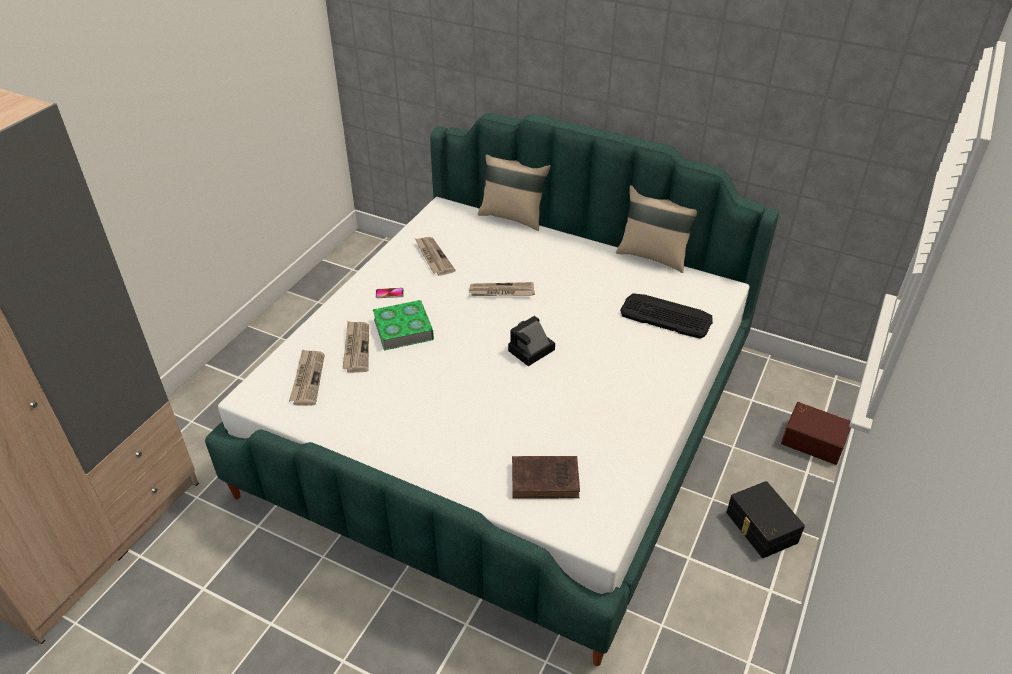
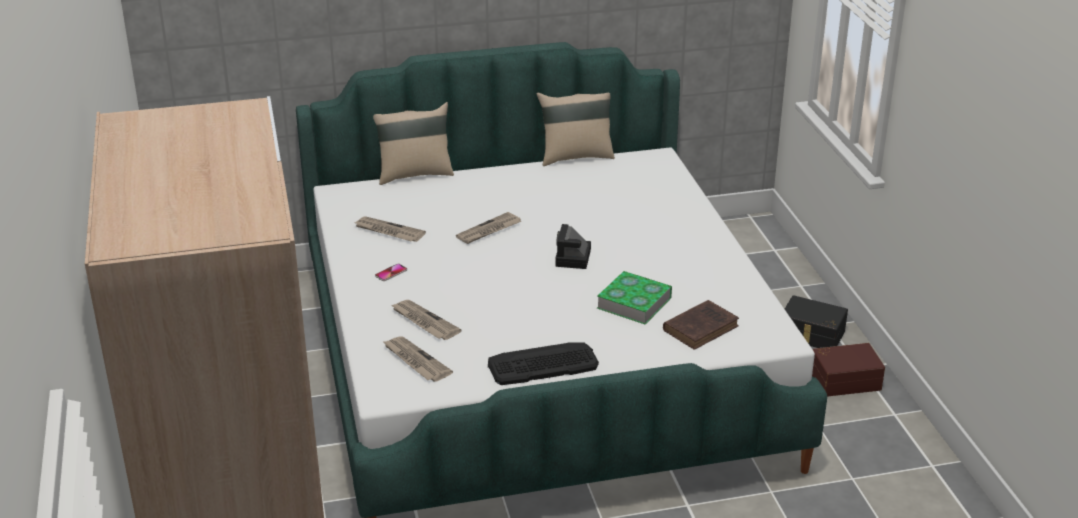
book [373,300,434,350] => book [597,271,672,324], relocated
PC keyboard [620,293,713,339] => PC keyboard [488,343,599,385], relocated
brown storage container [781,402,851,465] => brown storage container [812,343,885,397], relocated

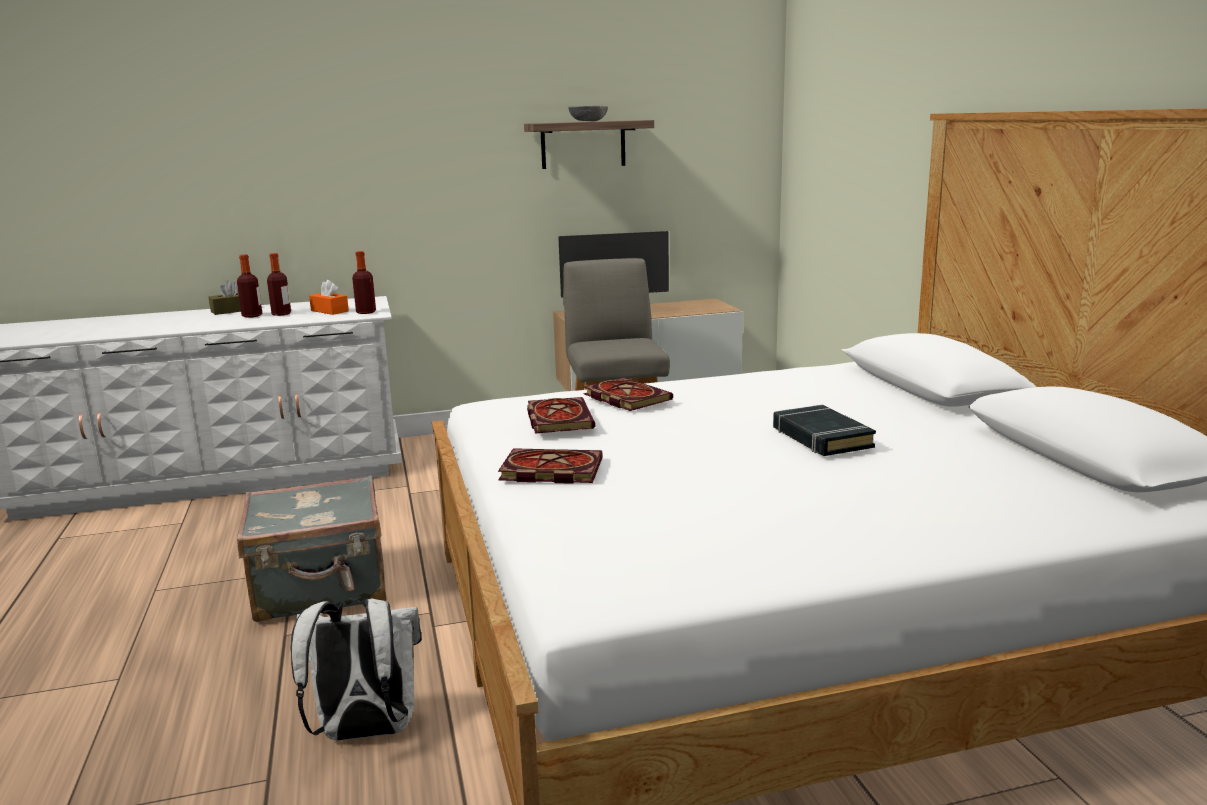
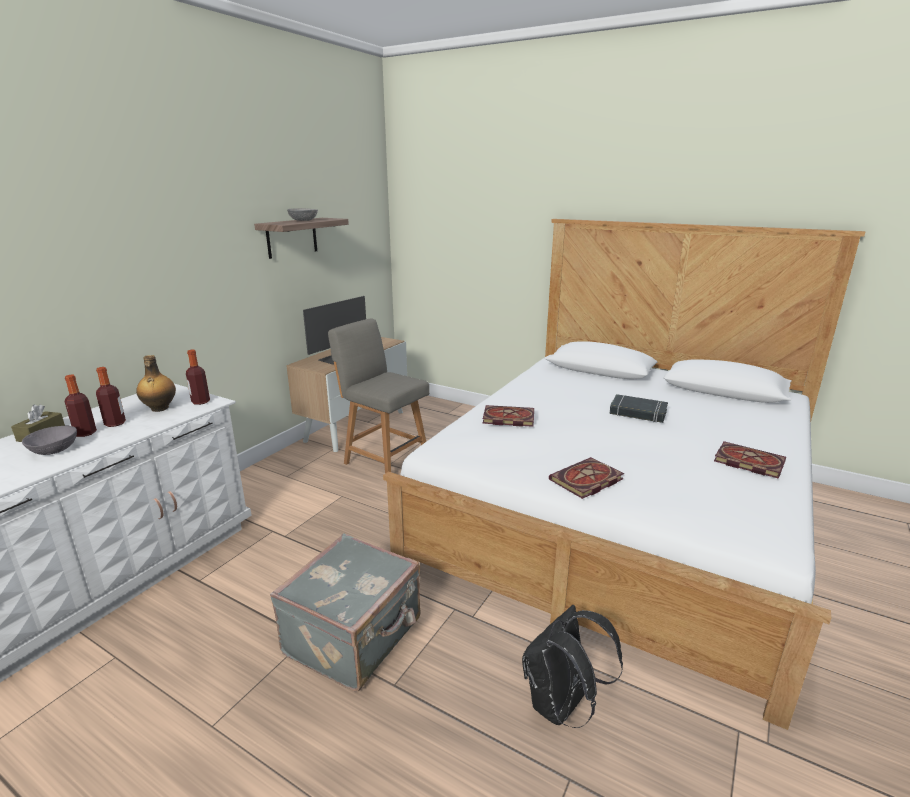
nothing => gray serving bowl [22,426,77,455]
book [527,397,596,434] => book [714,441,786,479], relocated
orange tissue holder [309,280,349,315] => bottle [136,355,176,412]
white rucksack [291,599,421,741] => black-coloured rucksack [522,605,623,728]

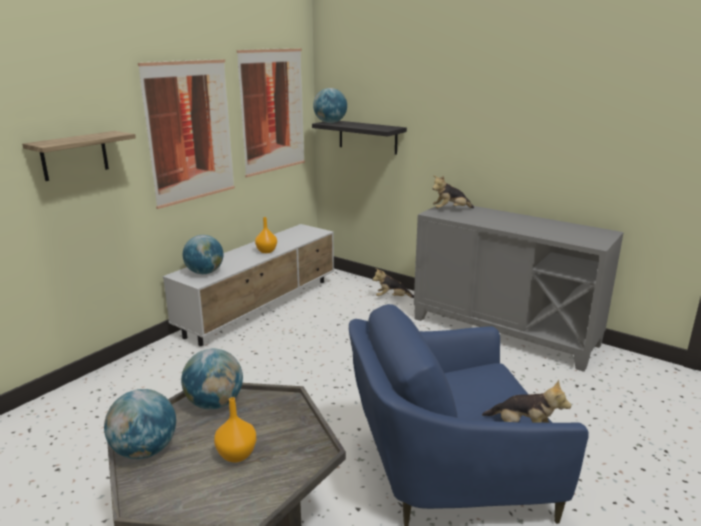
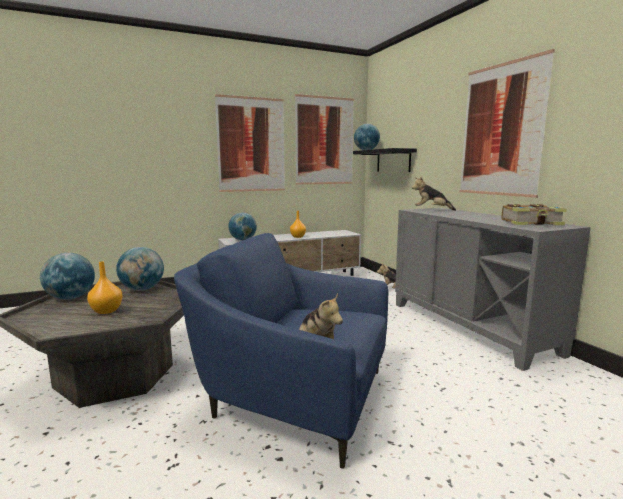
bracket shelf [22,131,136,181] => nothing
nothing => picture [459,49,555,198]
nothing => book [502,204,567,225]

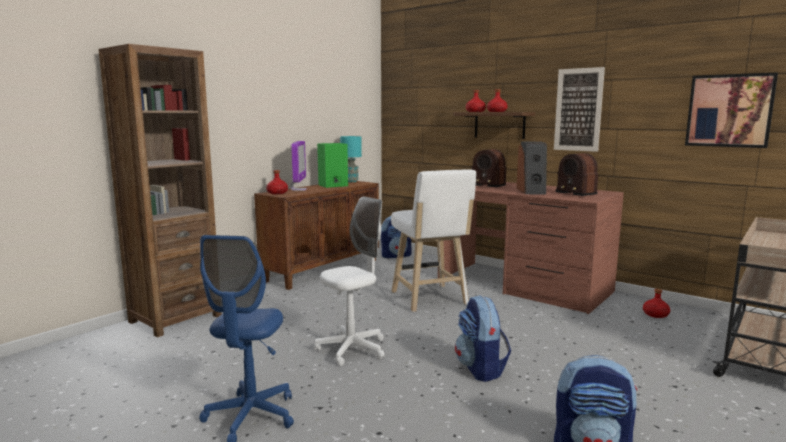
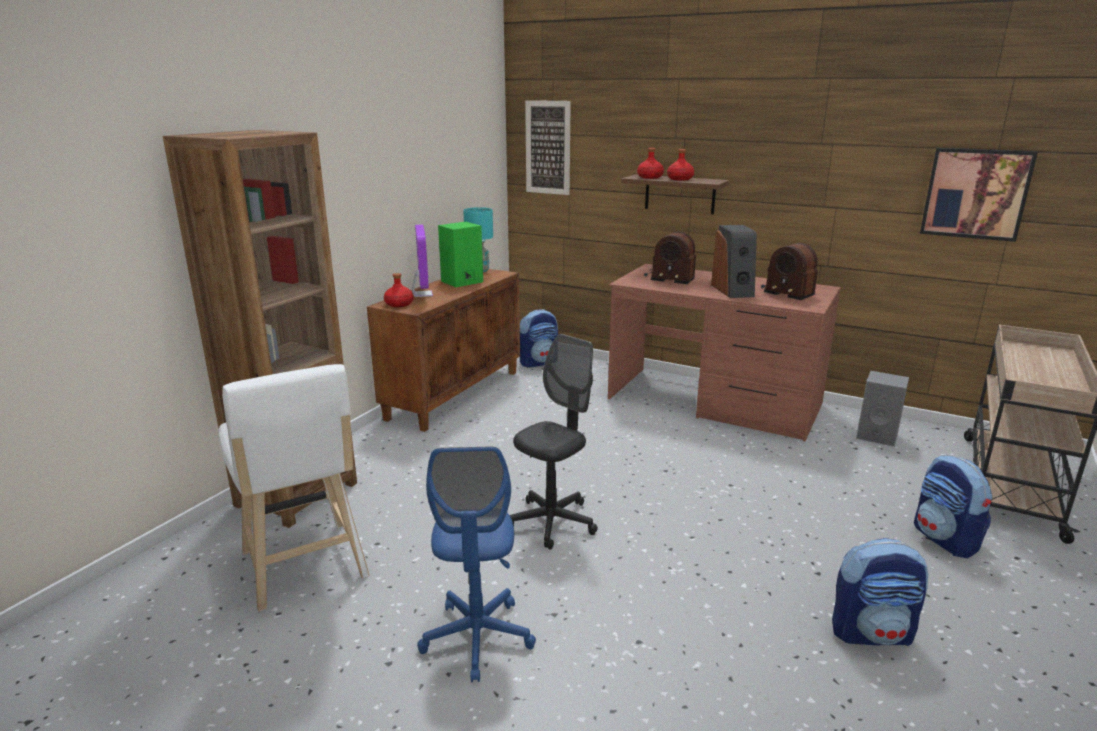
white stool [391,169,476,312] => white stool [219,364,370,612], relocated
rucksack [455,295,511,382] => rucksack [914,455,992,558], relocated
picture [554,67,605,152] => picture [525,100,571,195], relocated
red bottle [643,289,670,318] => gray loudspeaker [856,371,909,447]
white office chair [314,196,385,366] => black-coloured office chair [510,334,598,550]

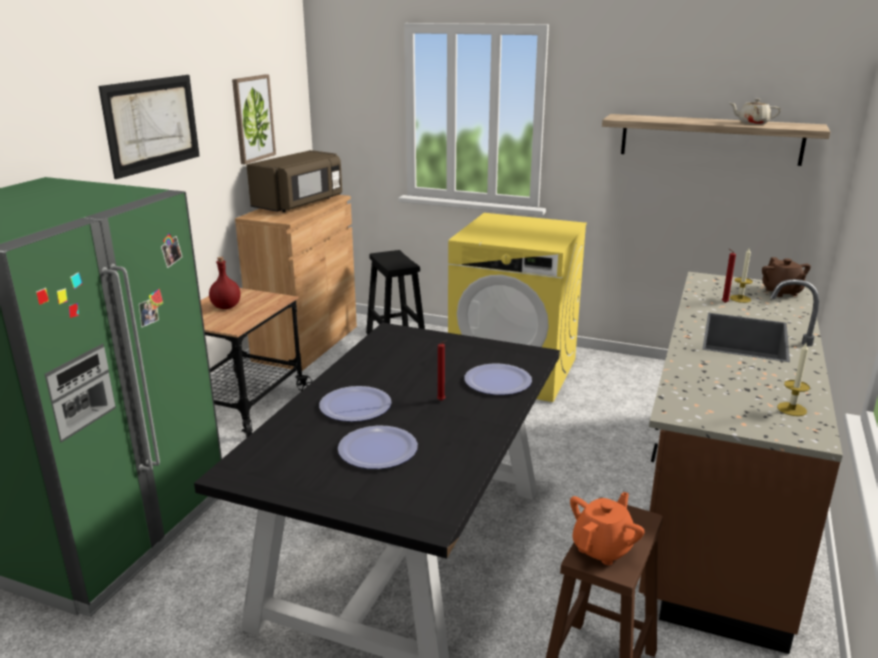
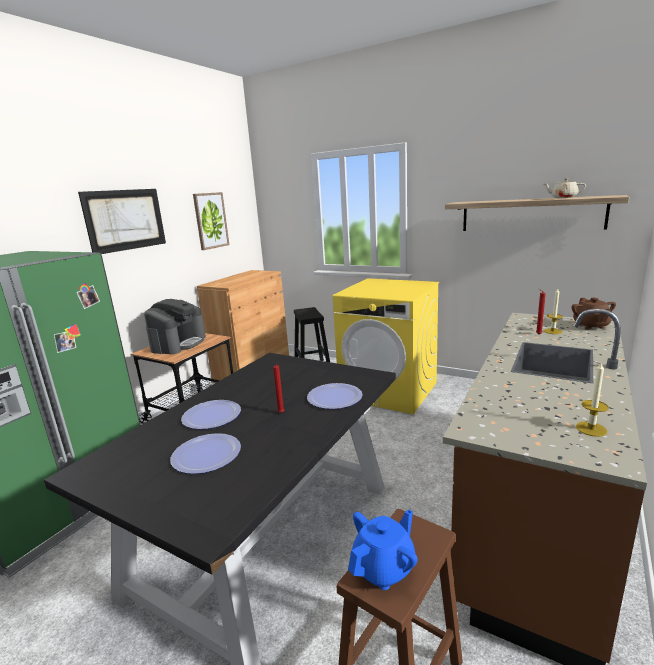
brown microwave [247,150,342,212] => nothing
red bottle [209,257,241,309] => coffee brewer [144,299,206,354]
orange pot for tea [570,492,645,565] => blue-coloured pot for tea [348,509,418,590]

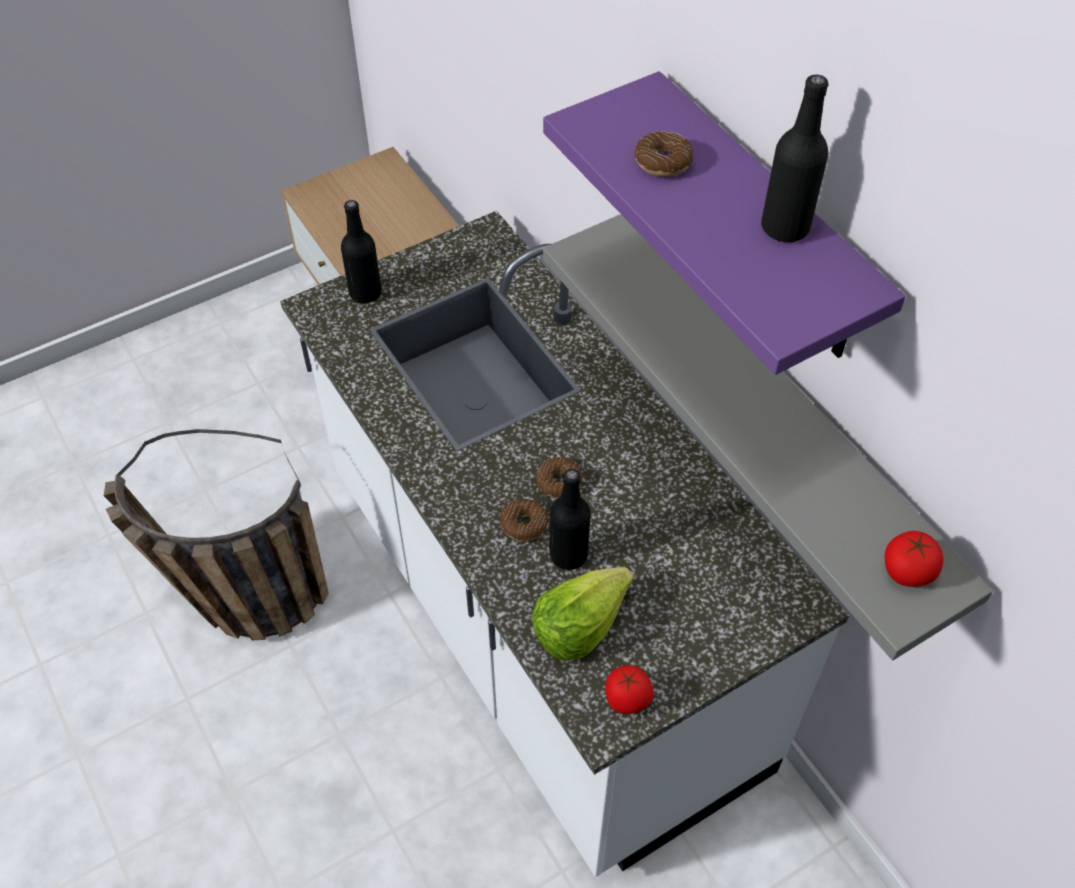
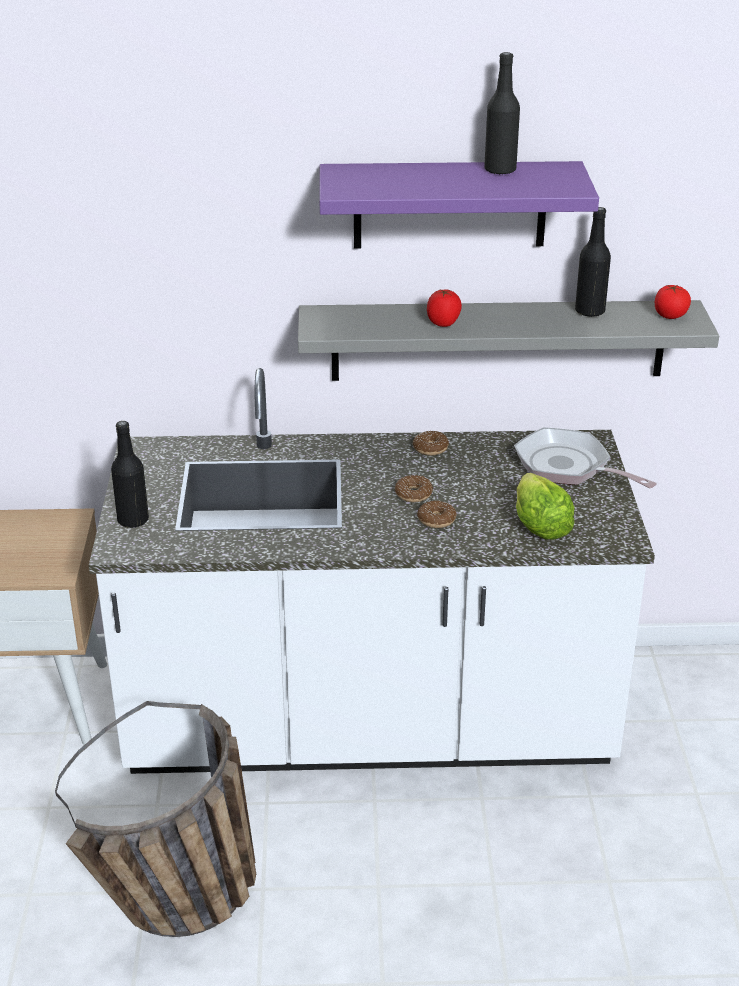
nothing => frying pan [514,427,657,488]
black-coloured bottle [549,469,590,570] => black-coloured bottle [575,207,611,317], relocated
whole tomato [605,665,654,714] => whole tomato [427,290,462,327], relocated
doughnut [635,131,693,177] => doughnut [412,431,449,455], relocated

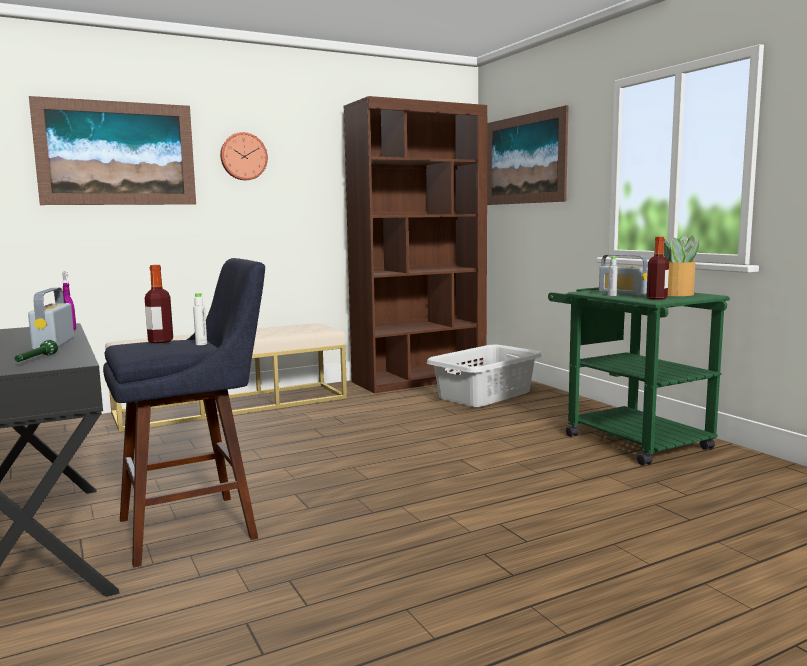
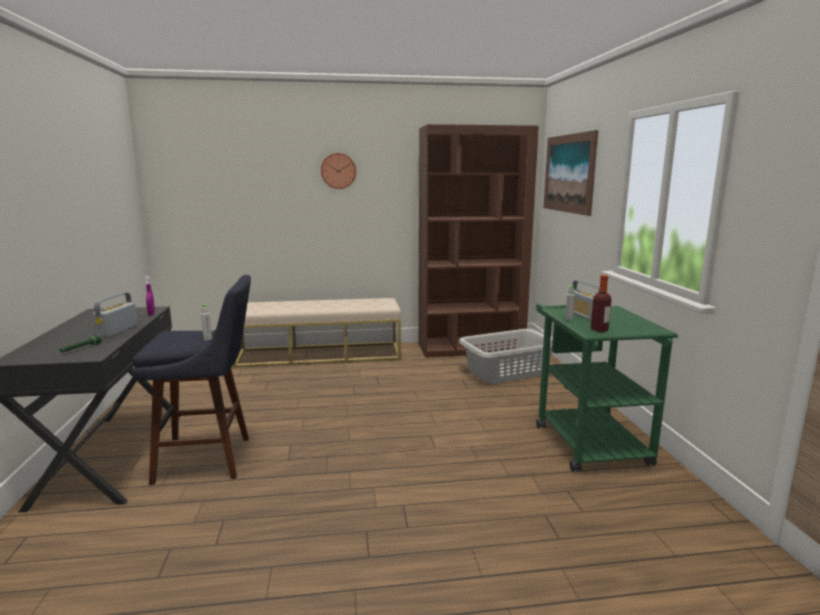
picture [29,96,196,205] => nothing
bottle [145,265,173,343] => nothing
potted plant [663,235,699,296] => nothing

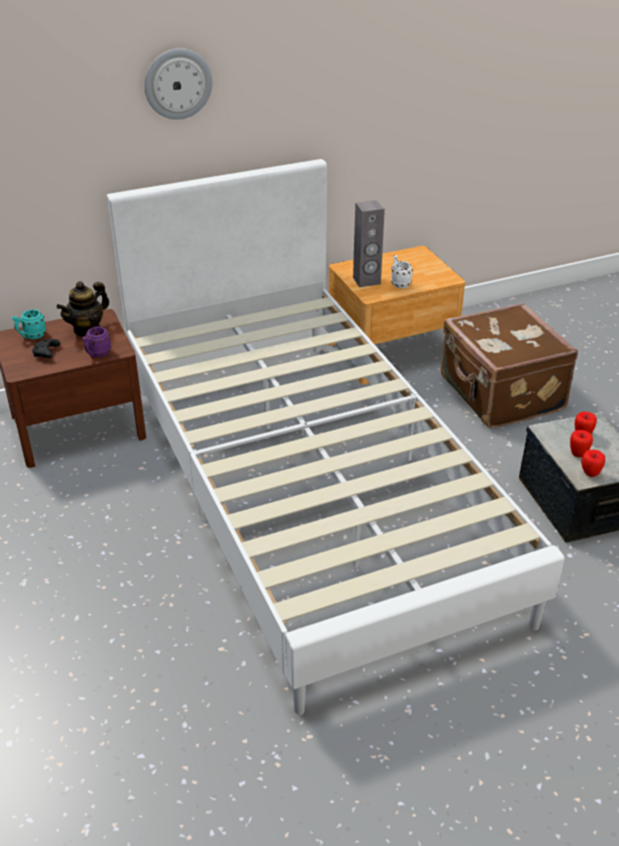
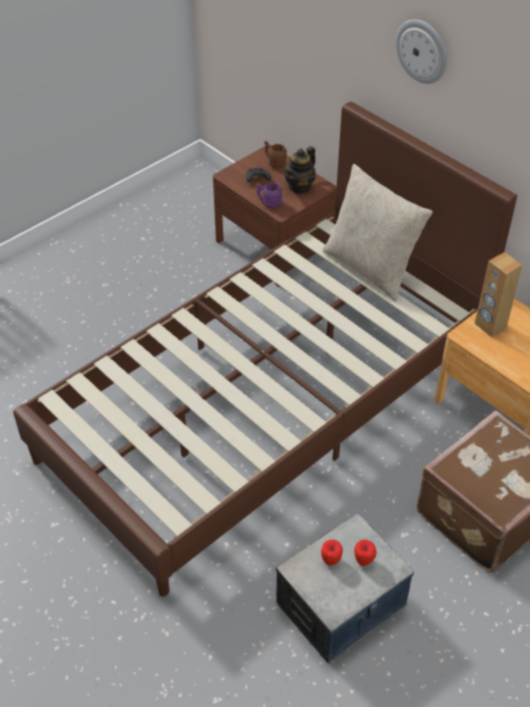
white tea mug [391,255,413,288] => nothing
apple fruit [581,450,605,477] => nothing
nothing => beige-coloured cushion [323,164,433,302]
turquoise-coloured tea mug [12,309,46,339] => brown tea mug [264,141,287,168]
white sleeping bed [107,159,564,715] => brown sleeping bed [13,102,517,597]
gray loudspeaker [353,200,385,287] => brown loudspeaker [475,252,522,337]
pot for tea [57,281,109,337] => pot for tea [284,146,316,194], 75 degrees counterclockwise

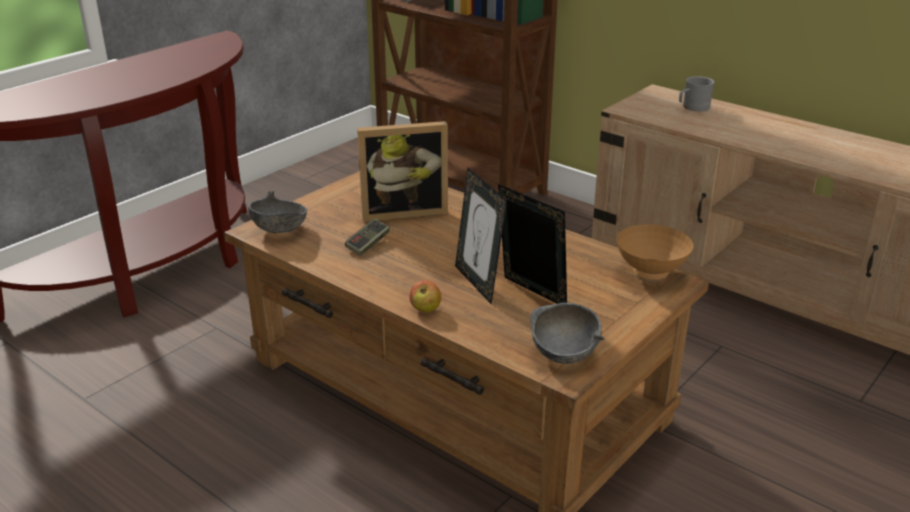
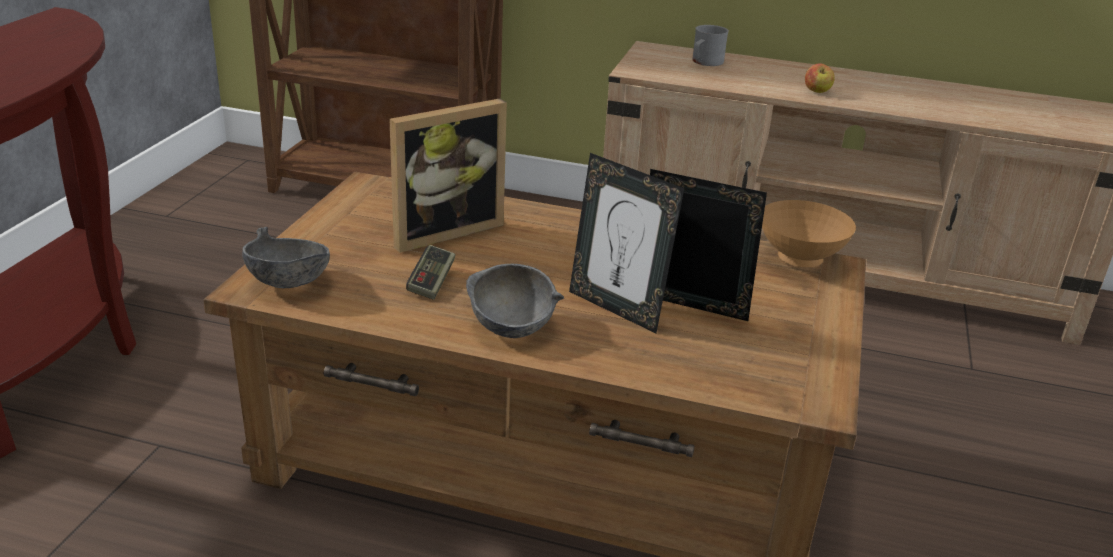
apple fruit [409,280,442,312] => apple fruit [805,63,835,93], relocated
gray serving bowl [530,303,604,364] => gray serving bowl [466,264,564,338], relocated

